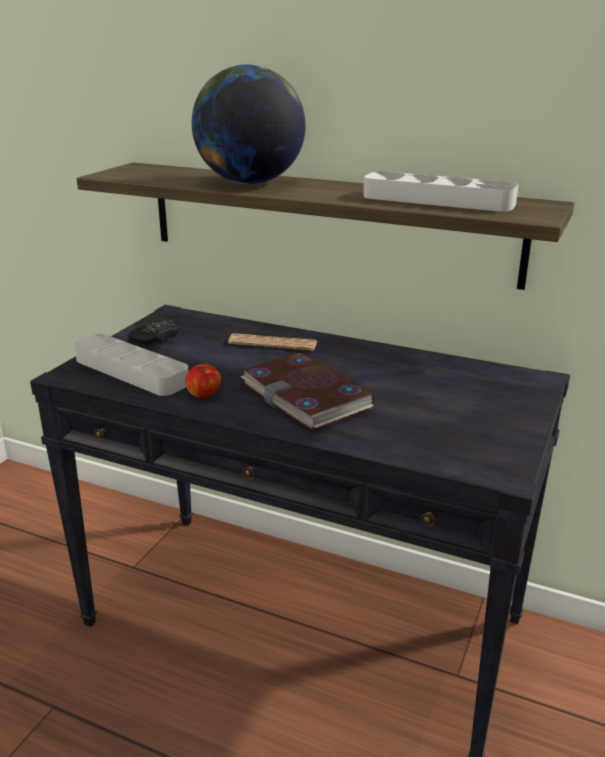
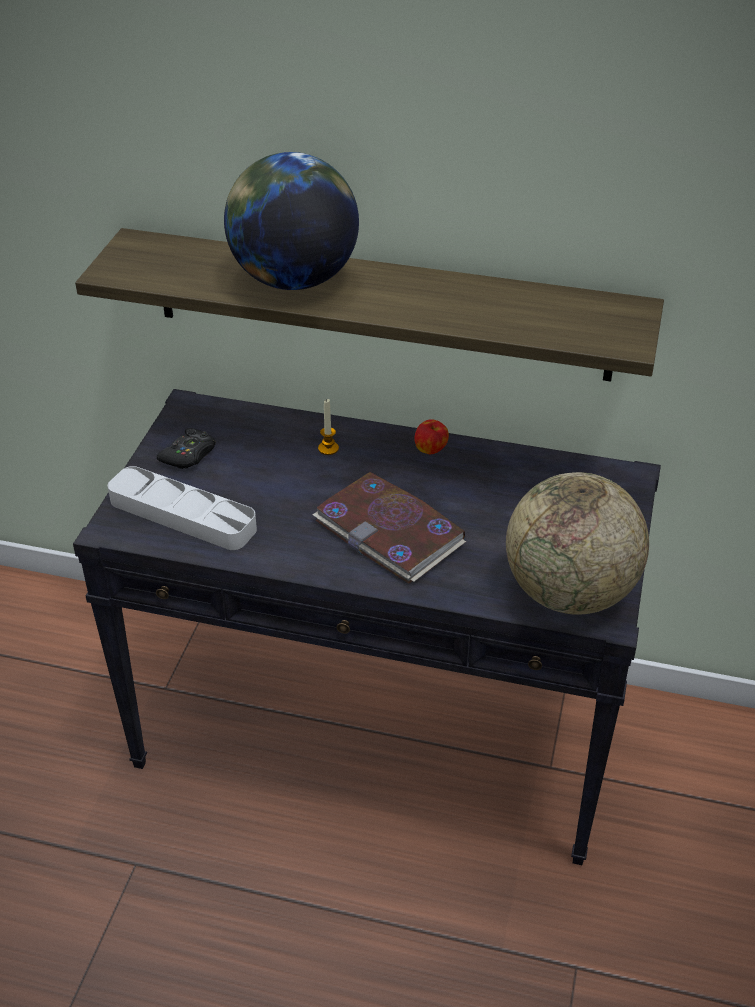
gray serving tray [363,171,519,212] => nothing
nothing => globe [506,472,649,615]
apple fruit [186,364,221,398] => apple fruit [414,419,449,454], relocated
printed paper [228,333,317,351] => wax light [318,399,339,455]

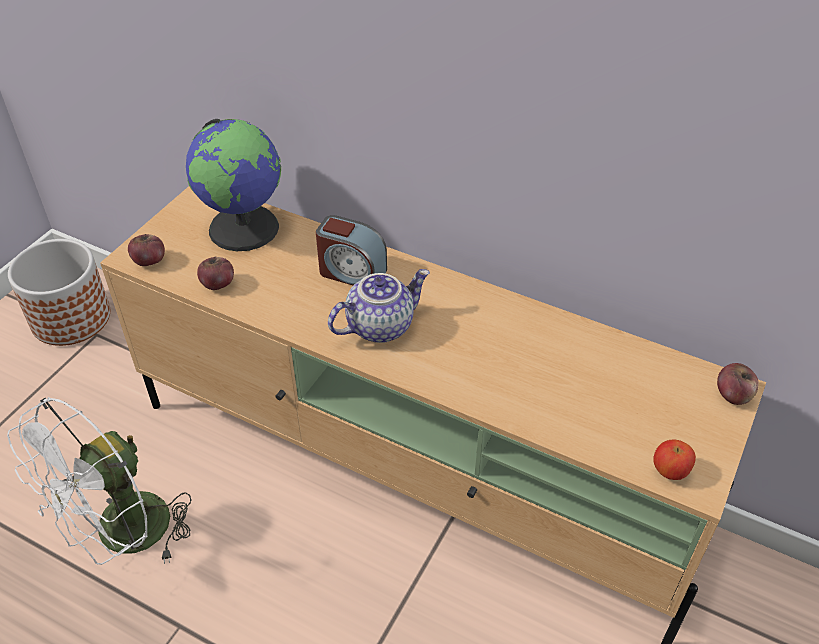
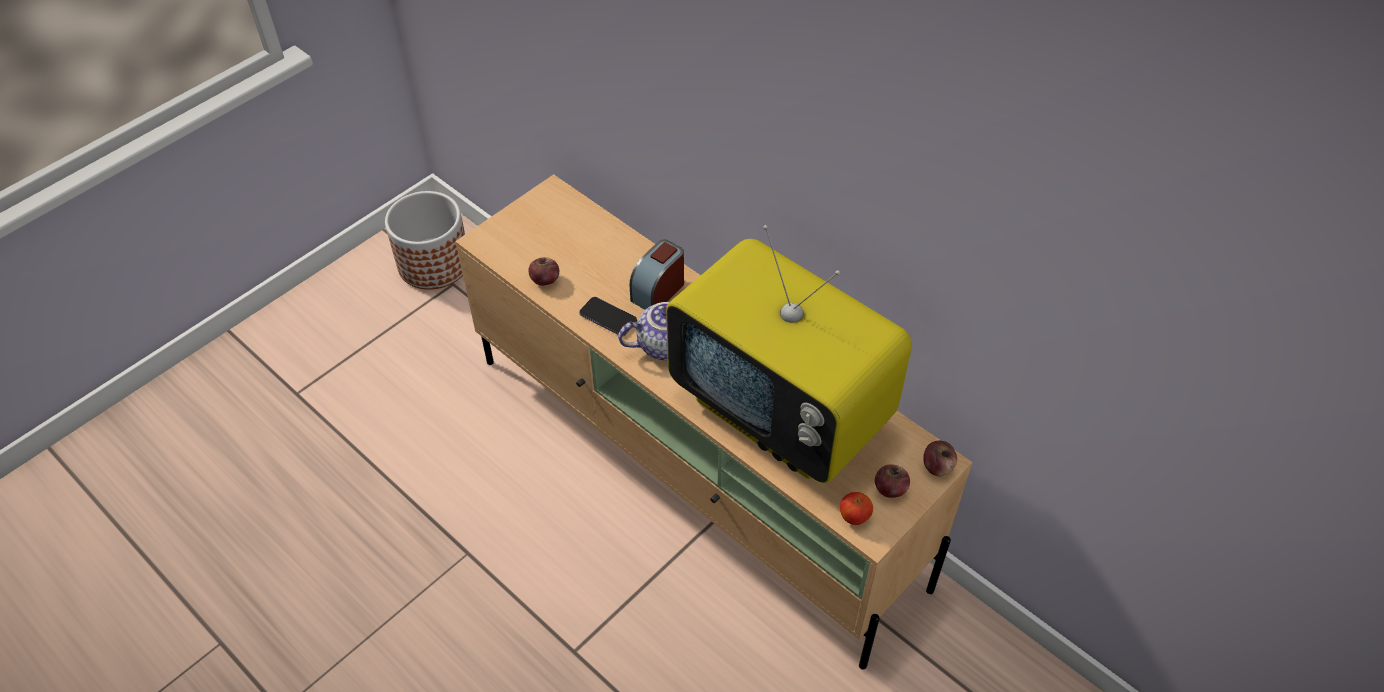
white cooling fan [7,397,192,565] => nothing
globe [186,119,281,251] => nothing
nothing => phone [579,297,637,336]
nothing => television [666,225,912,483]
apple fruit [128,234,165,266] => apple fruit [875,464,910,498], relocated
table clock [316,215,387,285] => table clock [630,240,684,310], 90 degrees clockwise

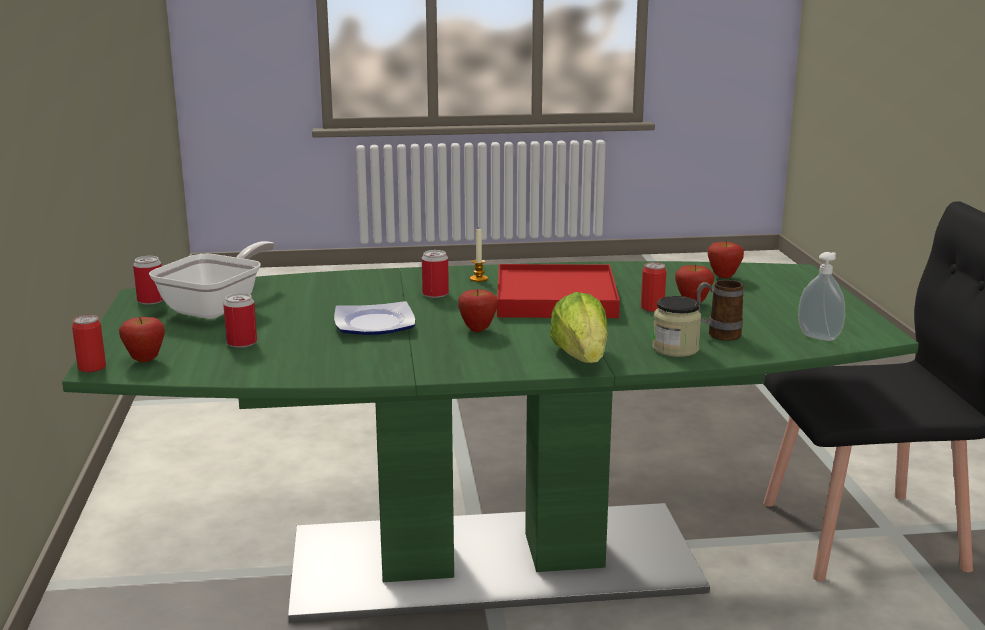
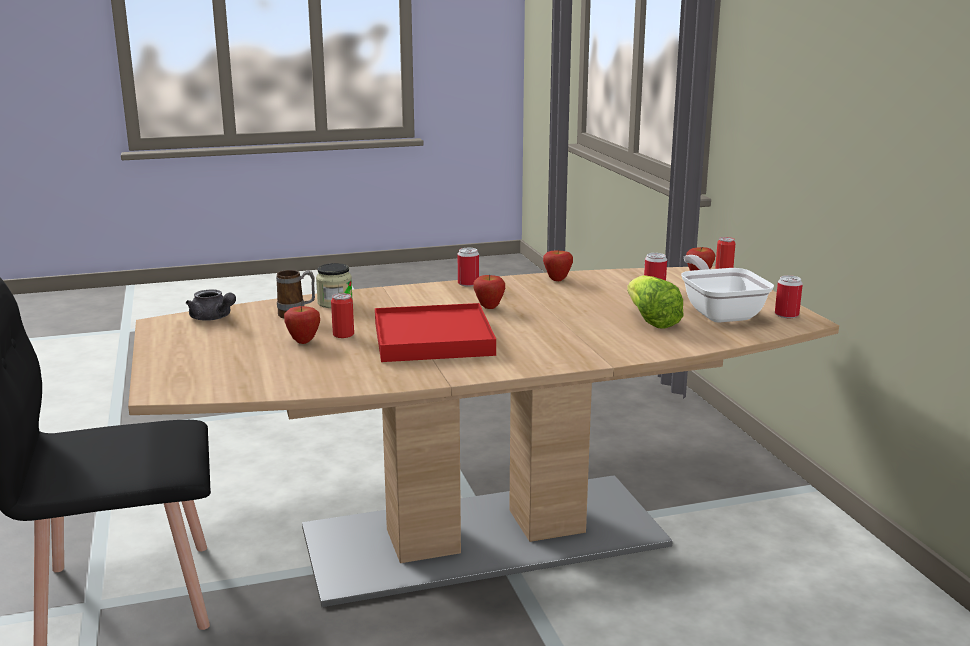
flat dish [334,301,415,335] => nothing
wax light [470,229,488,282] => nothing
metal can [422,250,449,298] => metal can [458,248,479,287], relocated
head of lettuce [549,292,607,363] => head of lettuce [627,275,684,329], relocated
apple fruit [708,241,744,278] => apple fruit [543,250,573,281], relocated
soap bottle [798,252,845,341] => gray pot for tea [186,289,236,321]
greenish kitchen table [62,261,919,623] => brown kitchen table [128,266,839,607]
frying pan [149,241,275,319] => frying pan [681,255,774,323], 150 degrees clockwise

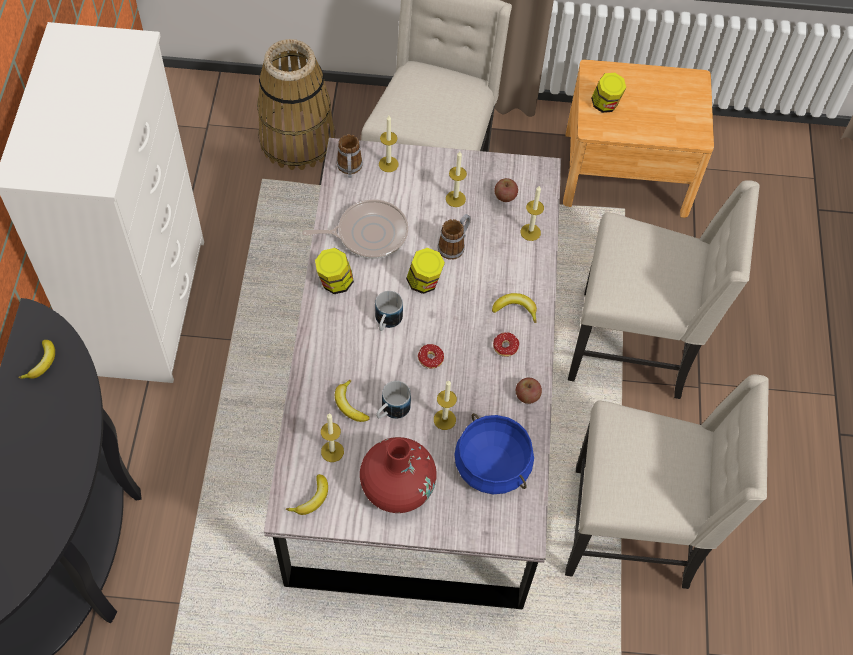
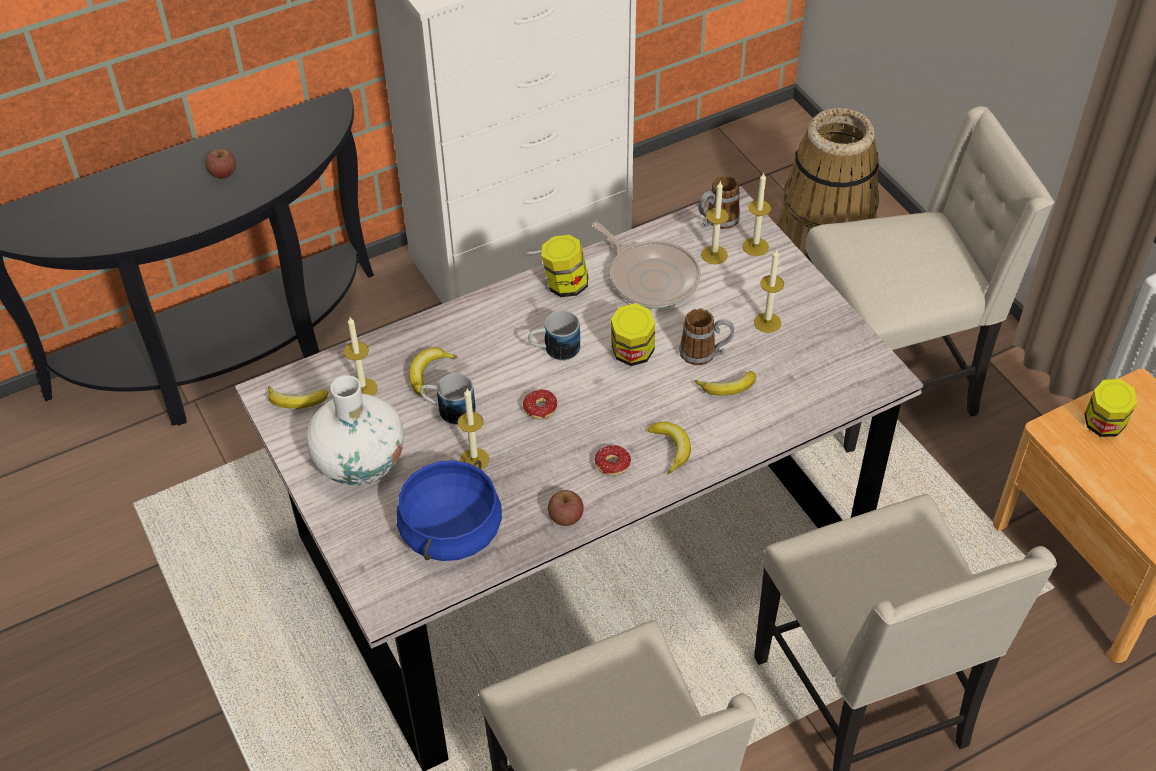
whole banana [18,340,55,379] => whole banana [695,371,756,395], relocated
apple fruit [494,178,518,202] => apple fruit [206,149,236,178], relocated
wax light [521,186,544,241] => wax light [701,182,729,264], relocated
red decorative vase [360,437,437,513] => white decorative vase [306,375,404,486]

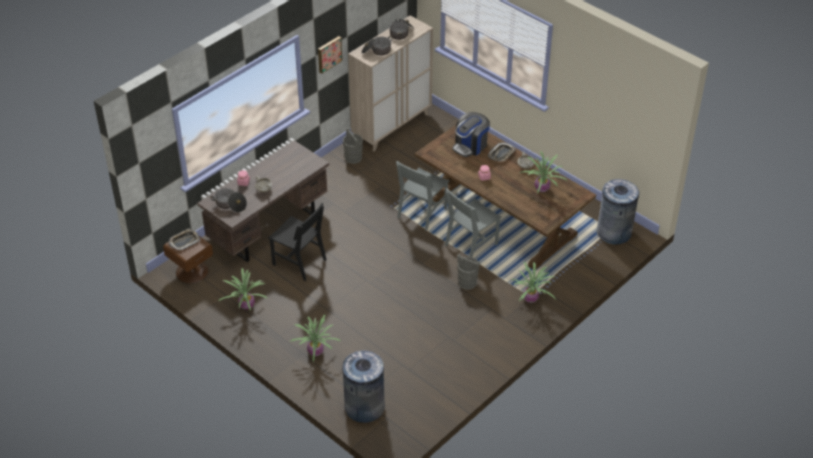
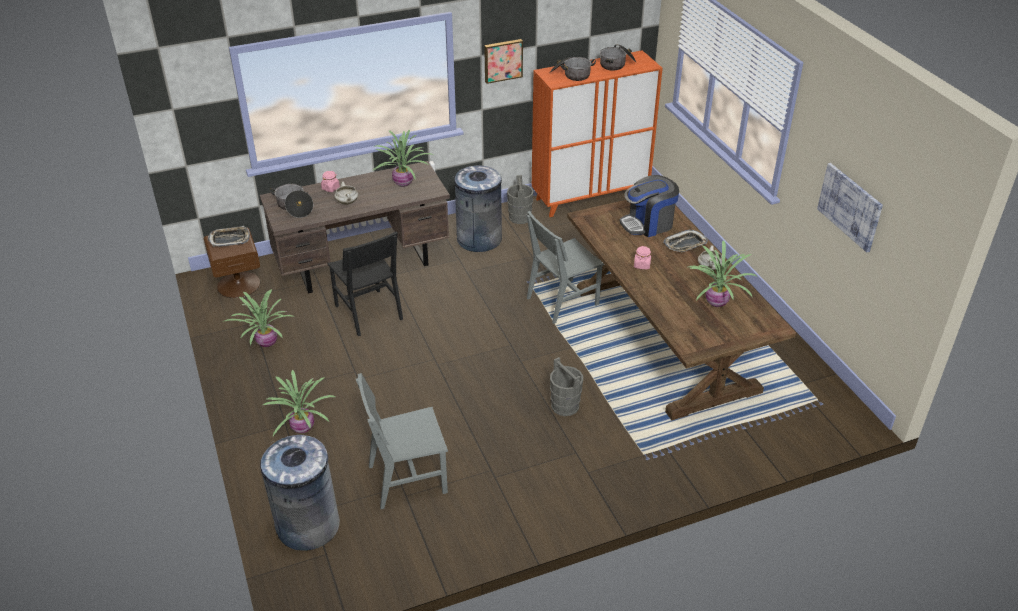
nothing => picture [817,163,883,253]
gray upright chair [445,188,502,257] => gray upright chair [356,373,448,509], relocated
potted plant [511,262,555,303] => potted plant [372,130,435,187], relocated
gray rubbish bin [596,179,639,245] => gray rubbish bin [453,165,502,252], relocated
beige-coloured cabinet [348,16,433,151] => orange cabinet [532,50,663,217]

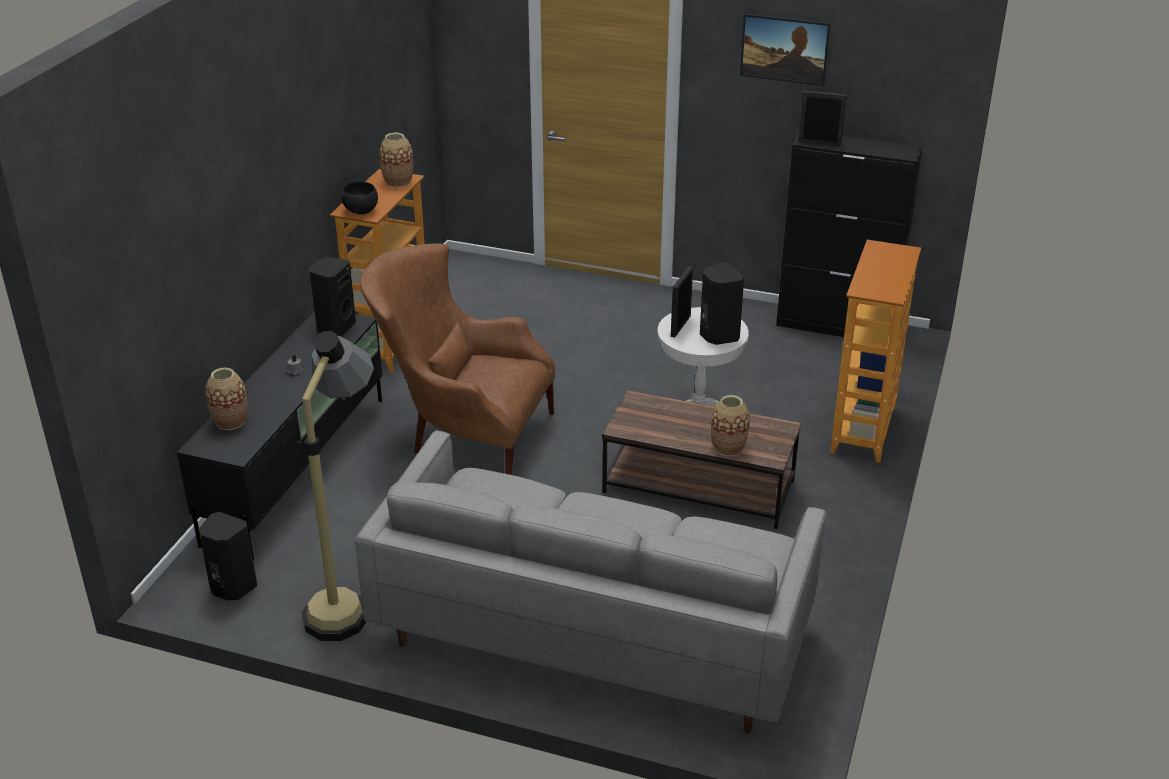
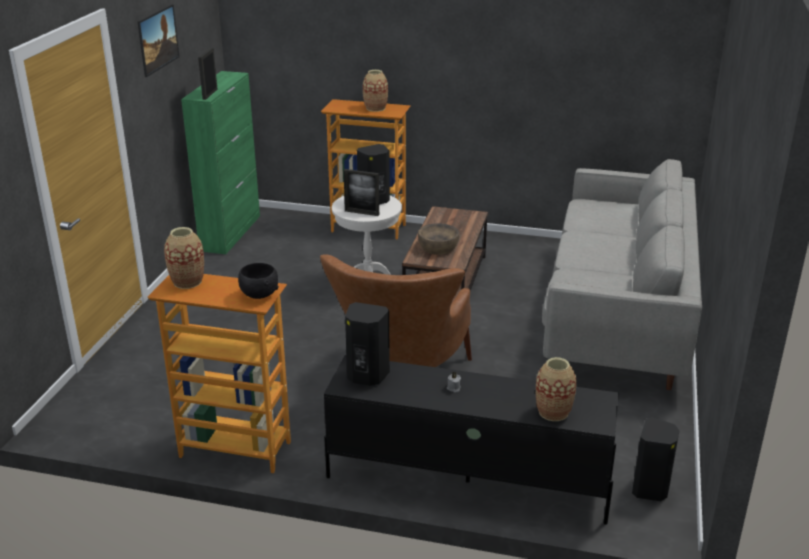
floor lamp [302,331,374,641] => nothing
nothing => brown serving bowl [418,223,459,255]
decorative vase [711,395,750,456] => decorative vase [363,70,388,112], relocated
black-coloured cabinet [776,133,923,337] => greenish cabinet [181,71,260,254]

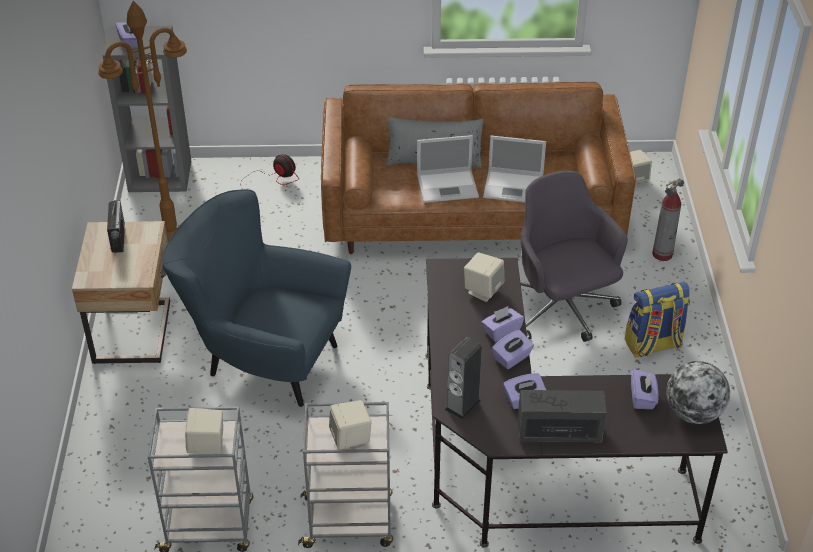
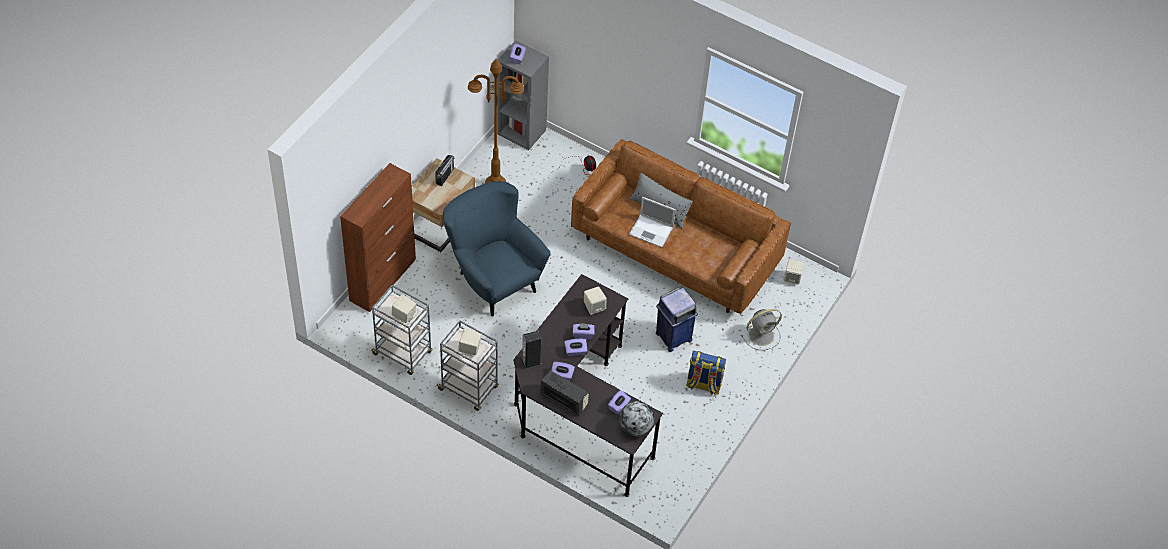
portable computer [483,136,546,202] => nothing
nothing => brown cabinet [340,163,416,312]
gray office chair [520,171,627,342] => blue-coloured rubbish bin [656,287,698,352]
fire extinguisher [652,178,684,261] => gray cooling fan [741,309,782,350]

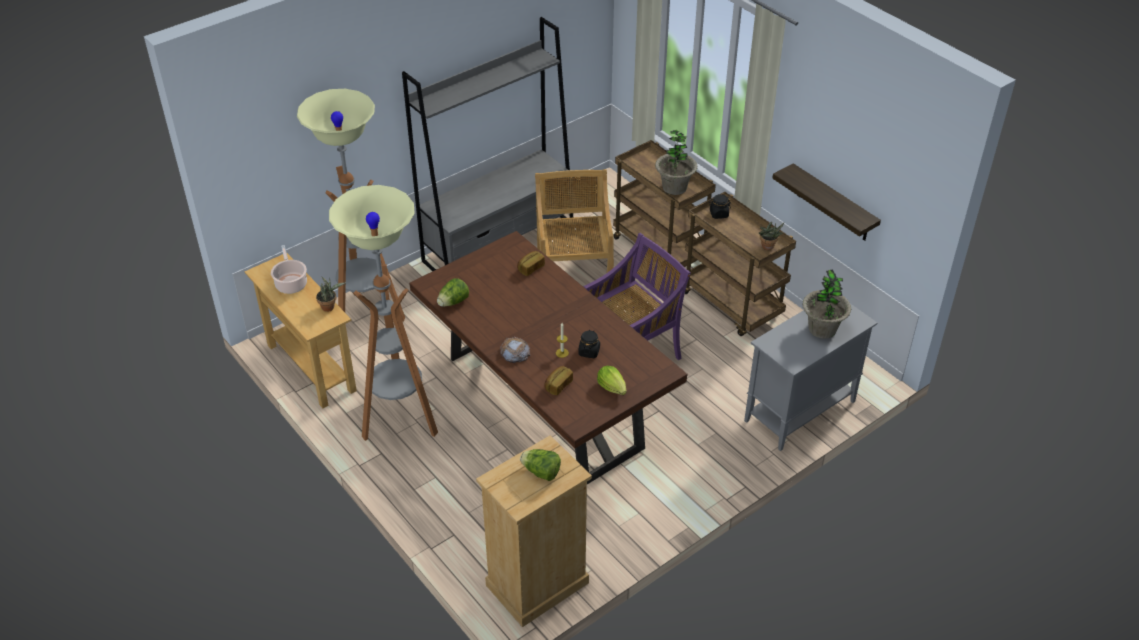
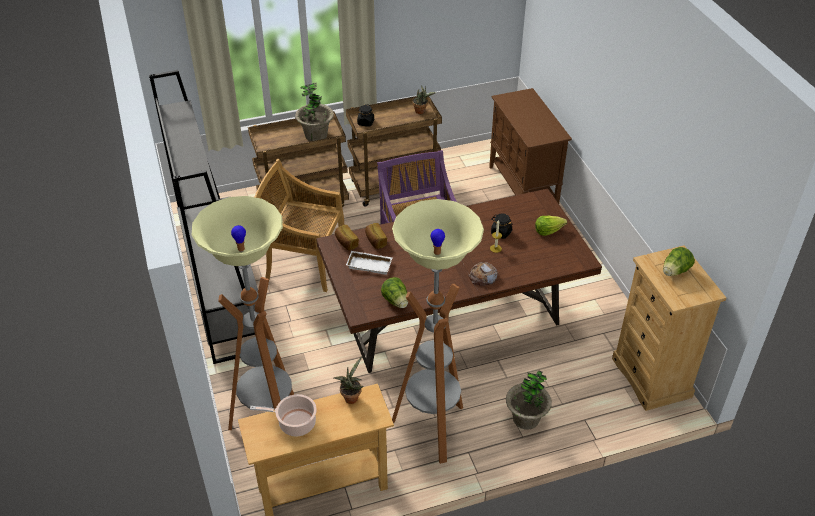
bracket shelf [772,163,881,241] => nothing
nothing => white serving tray [346,251,392,275]
bread [544,366,573,395] => bread [335,225,359,250], relocated
potted plant [802,269,851,339] => potted plant [506,371,552,430], relocated
gray cabinet [744,304,877,451] => brown cabinet [489,88,572,204]

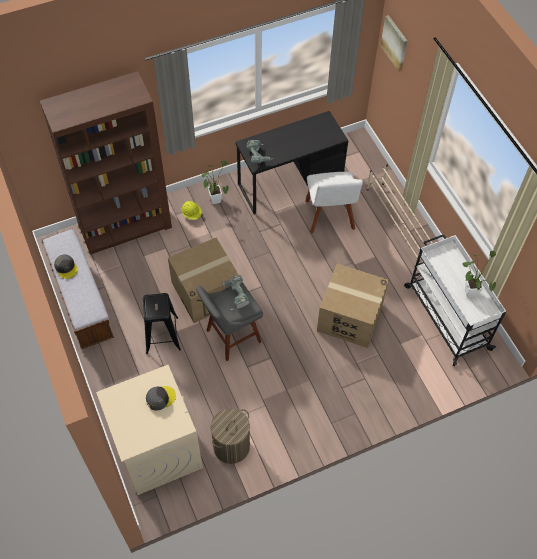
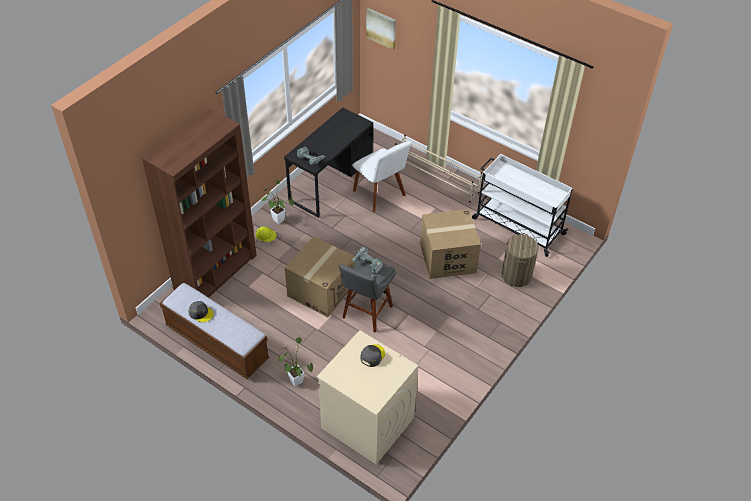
black-coloured stool [143,293,181,354] => nothing
washing basket [210,408,250,464] => washing basket [502,233,539,287], relocated
potted plant [462,251,496,298] => potted plant [278,337,313,387], relocated

